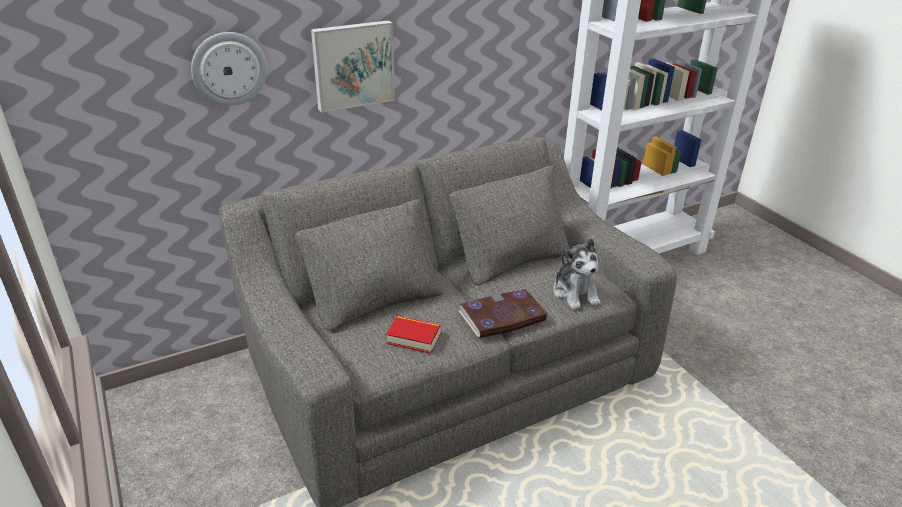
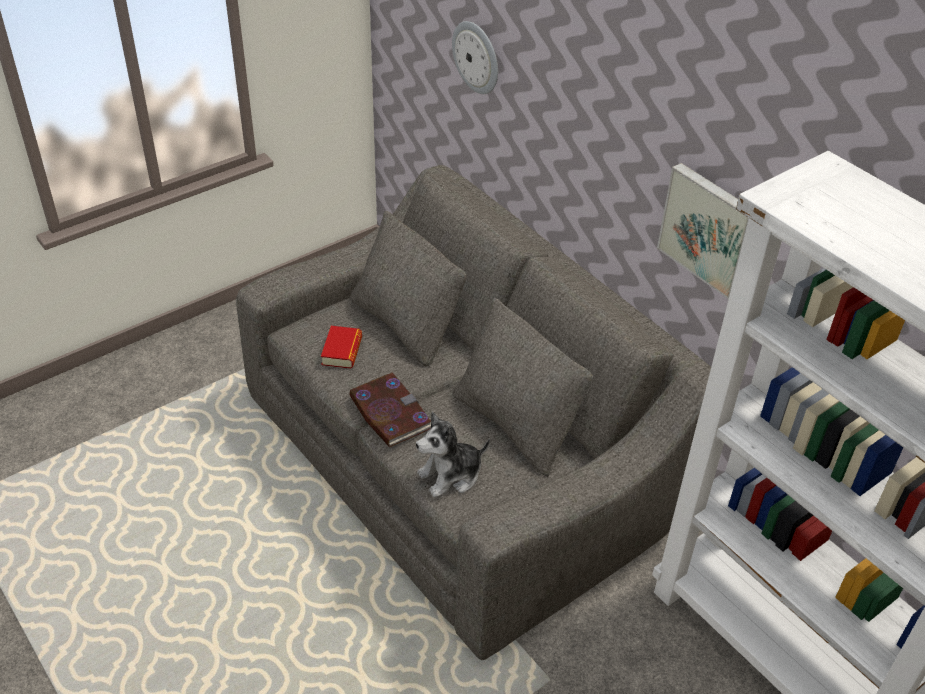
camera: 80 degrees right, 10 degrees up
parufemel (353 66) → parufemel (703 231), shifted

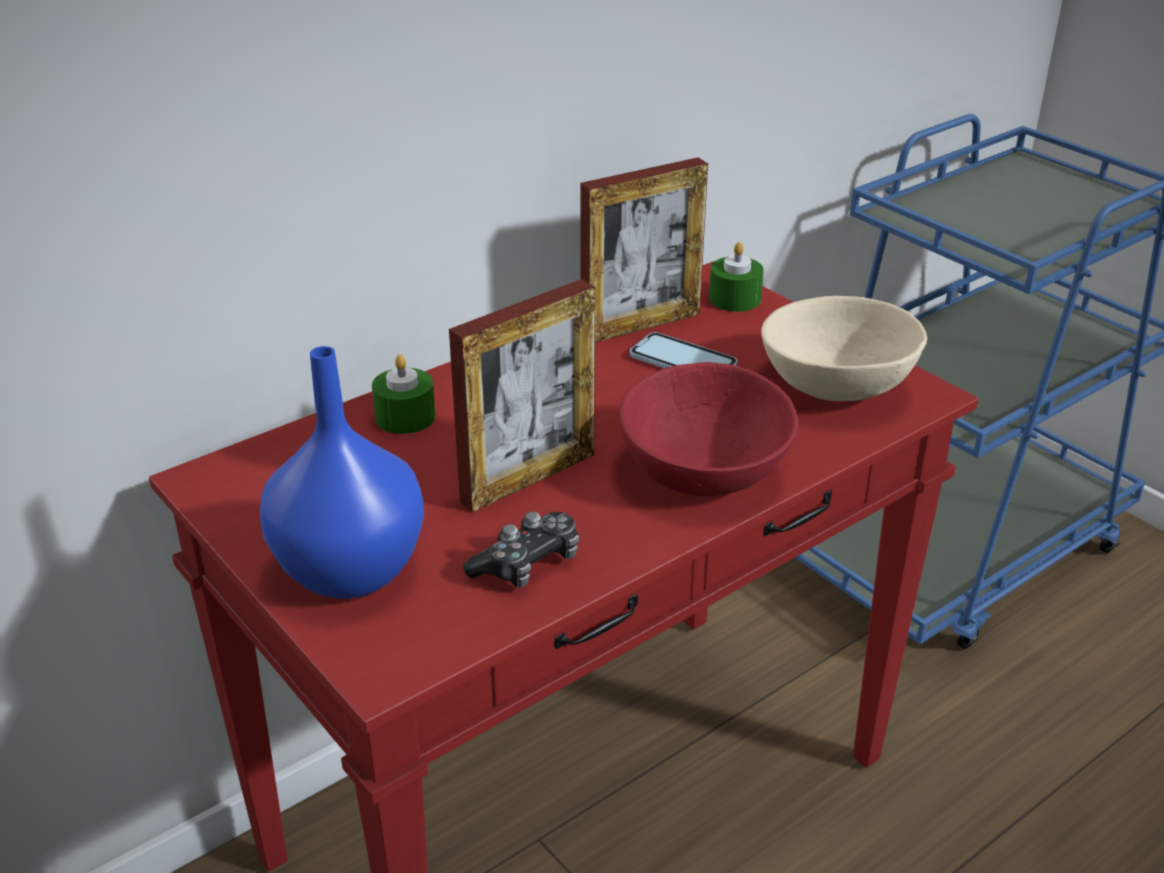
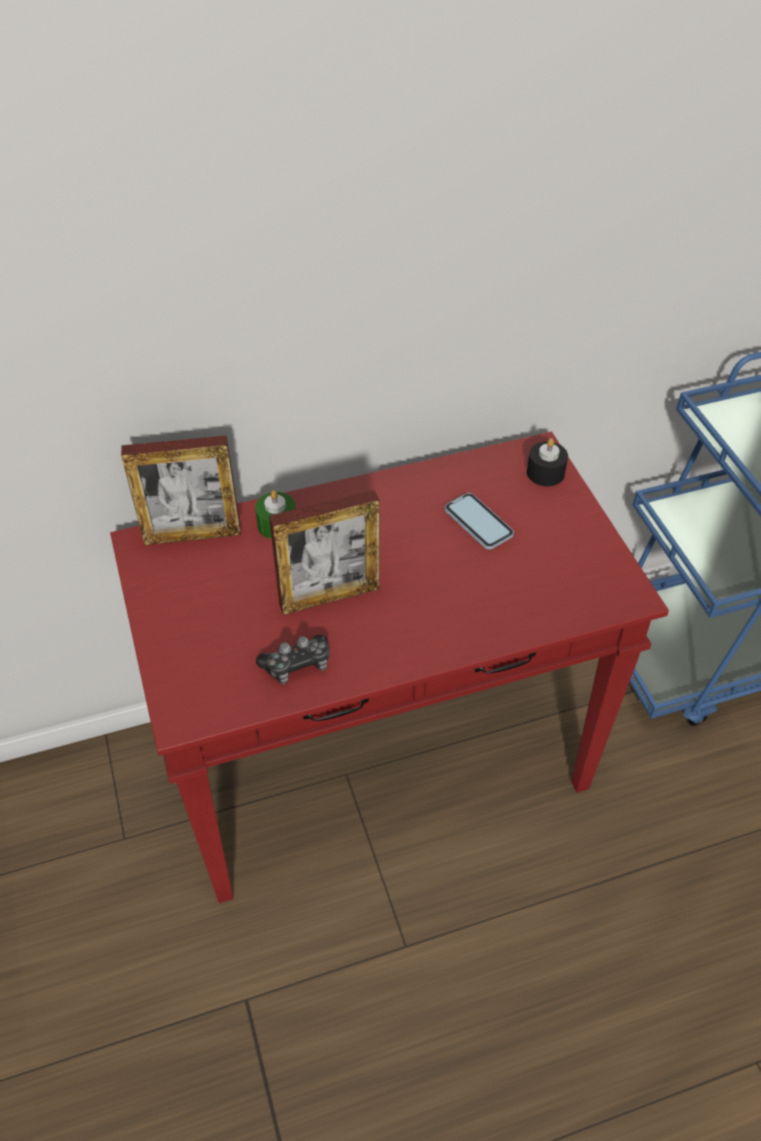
camera: 20 degrees right, 15 degrees up
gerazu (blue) (342 472) → -
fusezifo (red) (708 429) → -
fusezifo (beige) (844 348) → -
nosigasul (644 250) → nosigasul (181 490), shifted
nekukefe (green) (736 277) → nekukefe (black) (547 462)

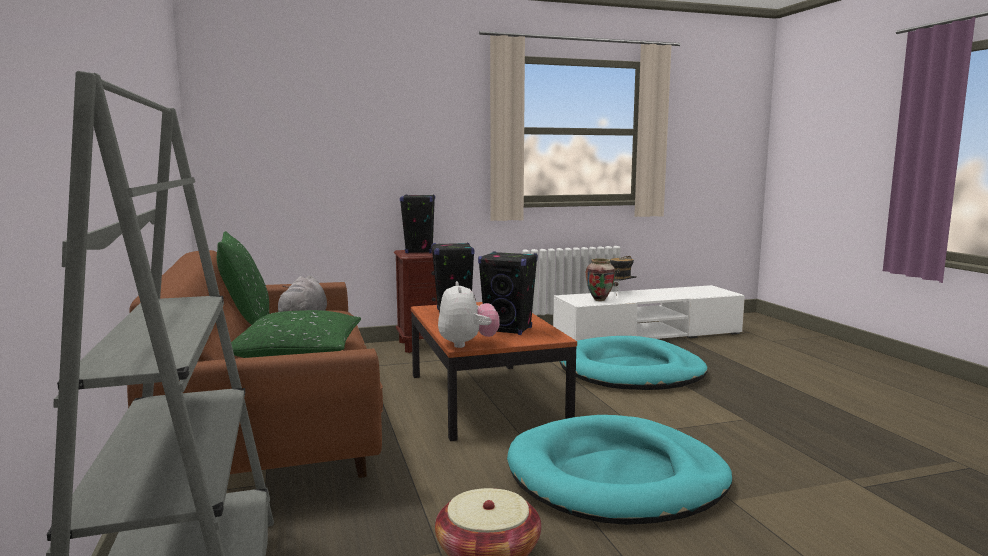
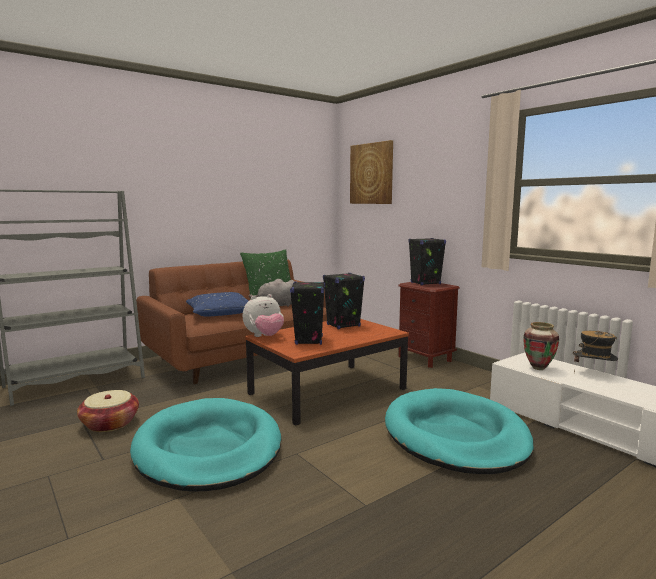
camera: 70 degrees right, 0 degrees up
- → parufemel (371 172)
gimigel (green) (296 334) → gimigel (blue) (217 304)

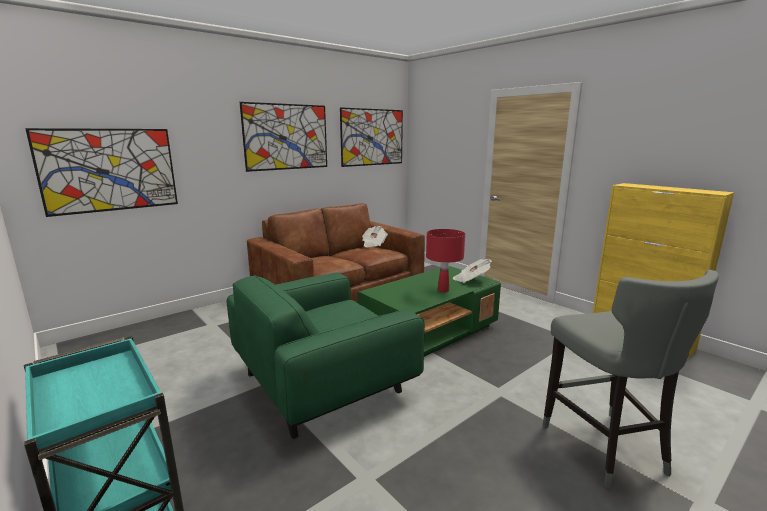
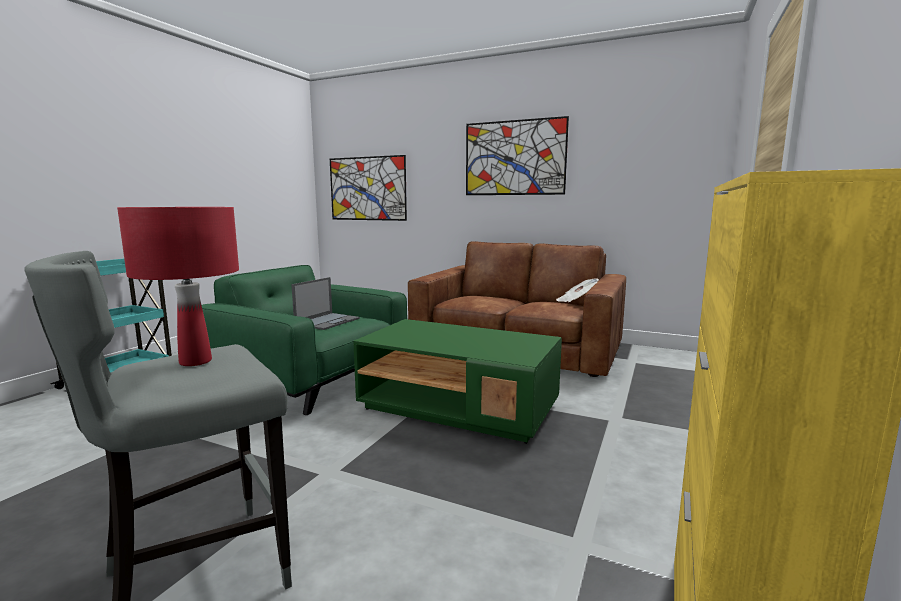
camera: 65 degrees right, 5 degrees down
parufemel (371 137) → -
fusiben (472 271) → -
- → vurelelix (325 303)
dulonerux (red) (445 260) → dulonerux (red) (178 286), shifted

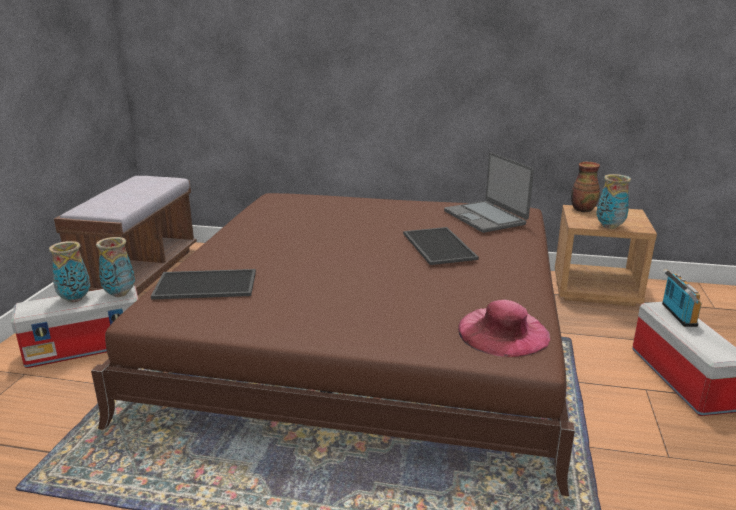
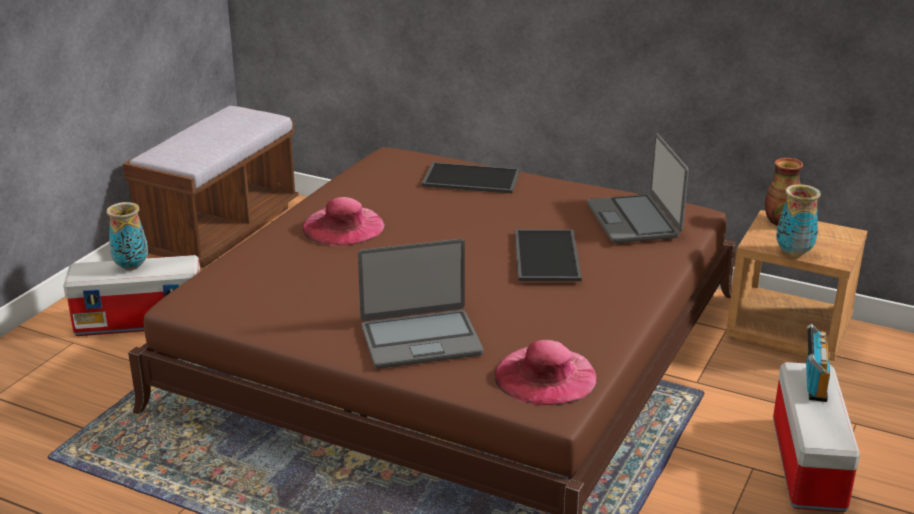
camera: 15 degrees right, 5 degrees up
gerazu (115 267) → -
- → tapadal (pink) (343 221)
- → vurelelix (420 304)
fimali (203 284) → fimali (471 178), shifted

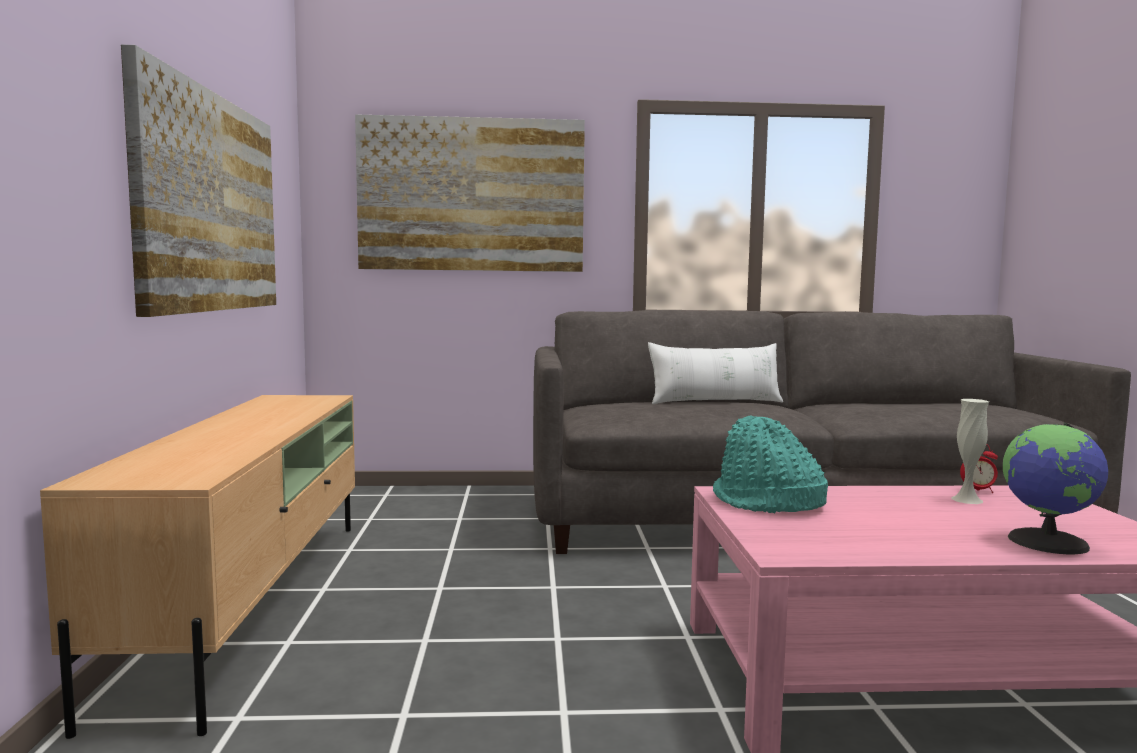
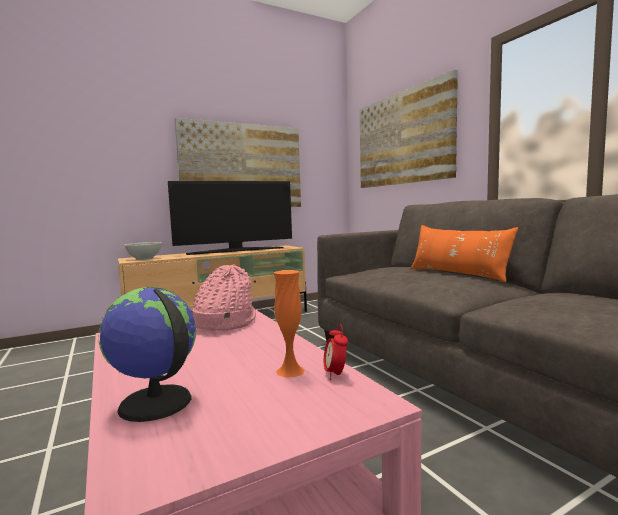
camera: 65 degrees right, 0 degrees up
- → fusezifo (white) (143 251)
- → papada (230 218)
gimigel (white) (715 373) → gimigel (orange) (464 253)
tapadal (turquoise) (770 464) → tapadal (pink) (224 297)
gerazu (white) (970 451) → gerazu (orange) (289 323)

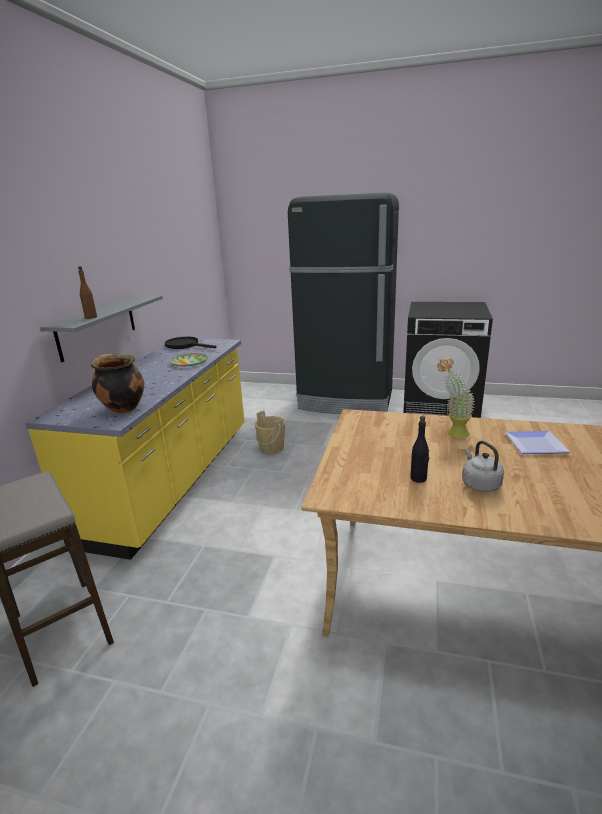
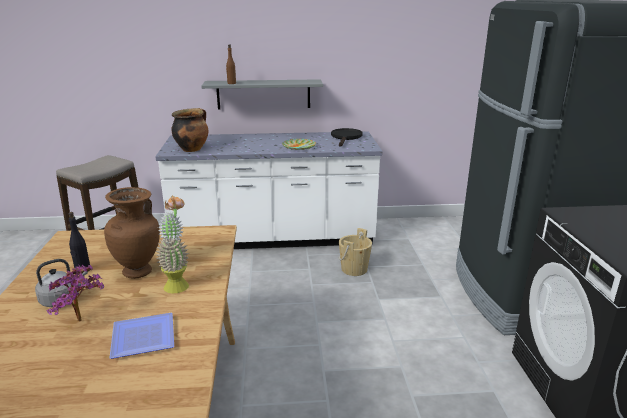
camera: 70 degrees right, 0 degrees up
- → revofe (75 293)
- → gerazu (brown) (132 233)
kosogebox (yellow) (134 449) → kosogebox (white) (268 190)

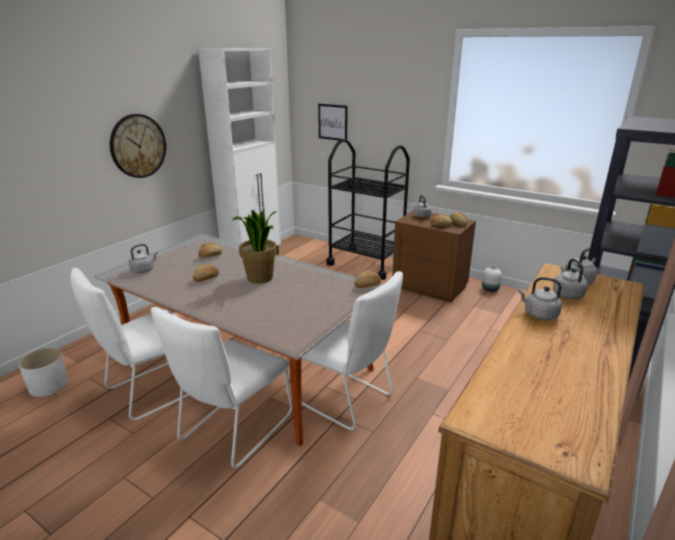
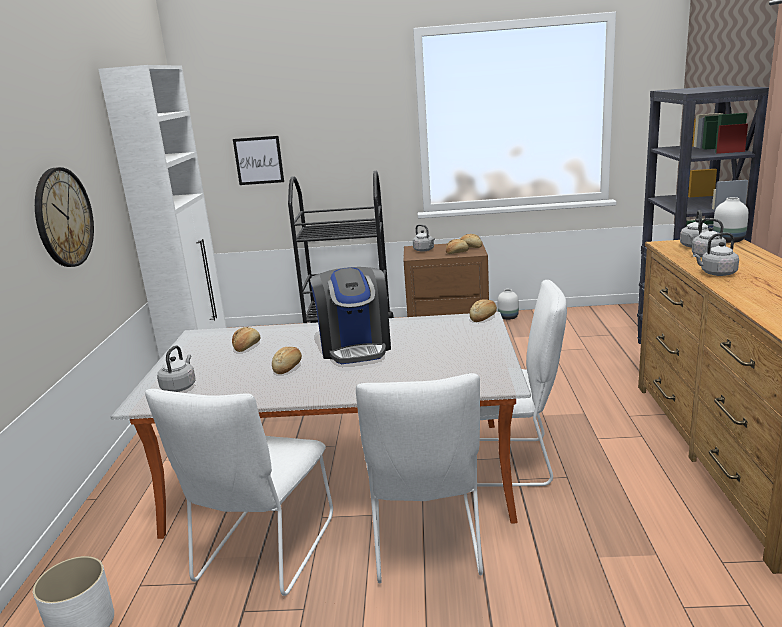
camera: 30 degrees left, 5 degrees down
- → gerazu (white) (731 220)
revofe (254 246) → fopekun (350 315)

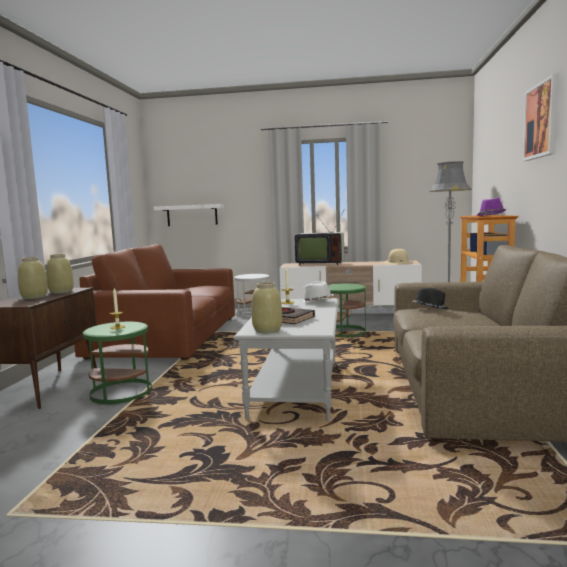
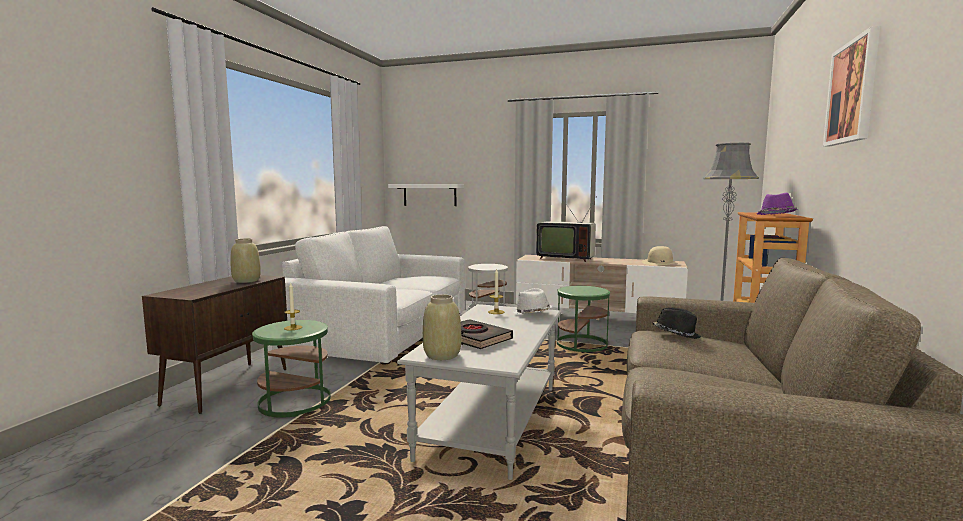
camera: 10 degrees right, 0 degrees up
gerazu (beige) (33 278) → -
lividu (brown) (154 302) → lividu (white) (368 295)

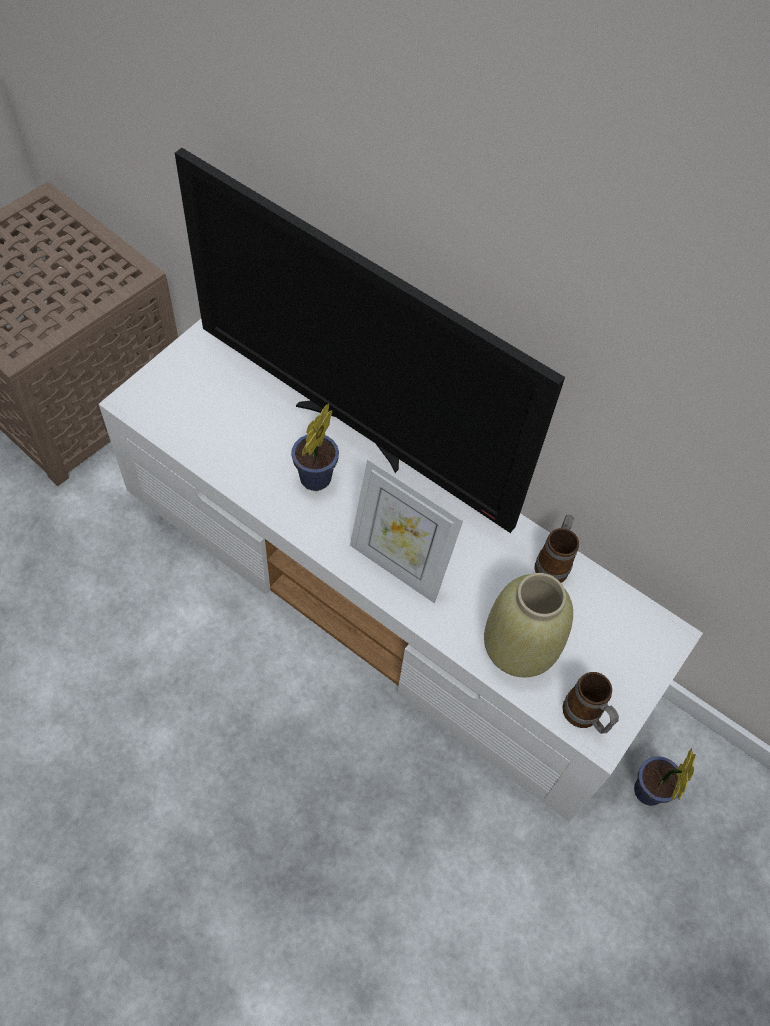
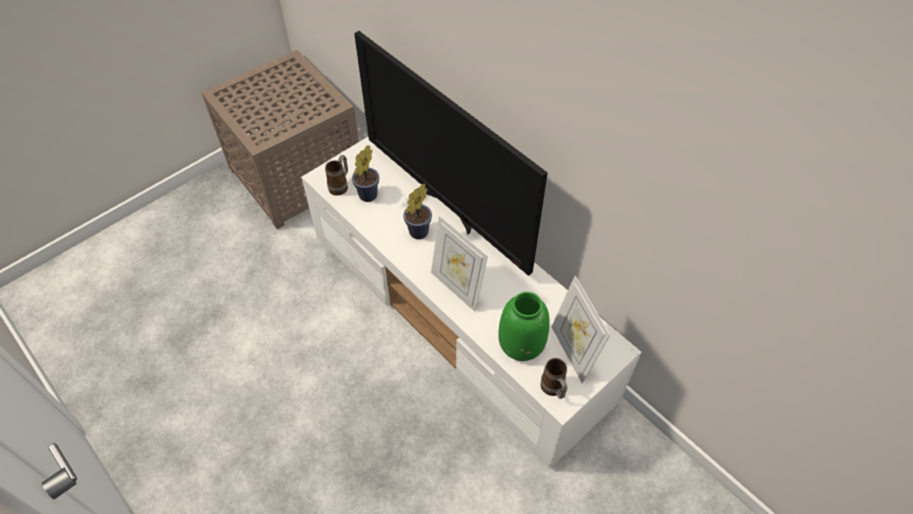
camera: 15 degrees right, 5 degrees down
- → nosigasul (581 329)
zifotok (556 549) → zifotok (336 175), shifted
revofe (665 777) → revofe (365 173), shifted
gerazu (beige) (528 625) → gerazu (green) (524 326)

